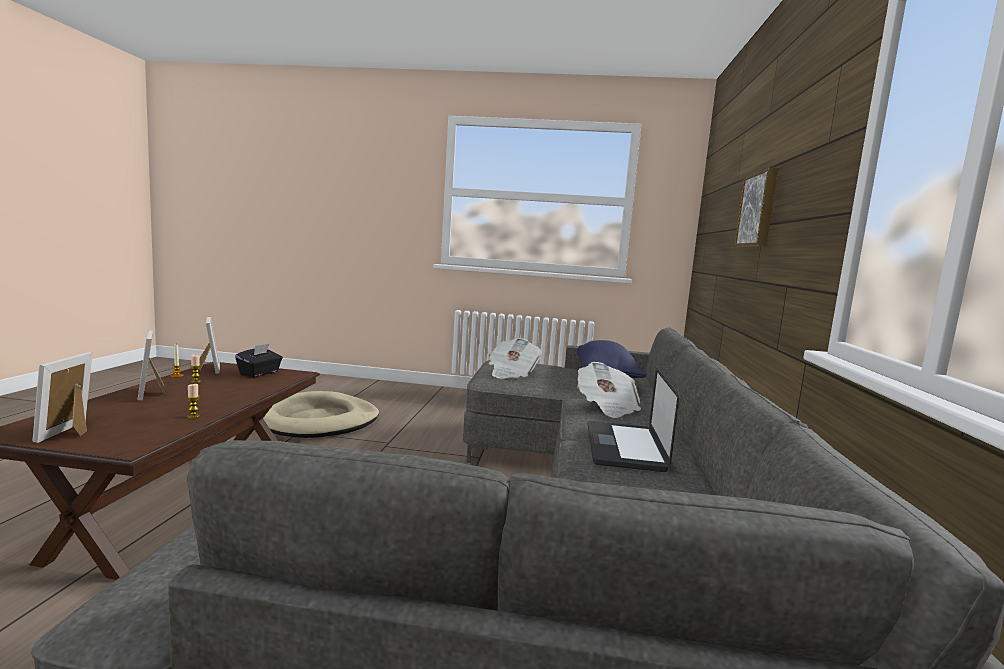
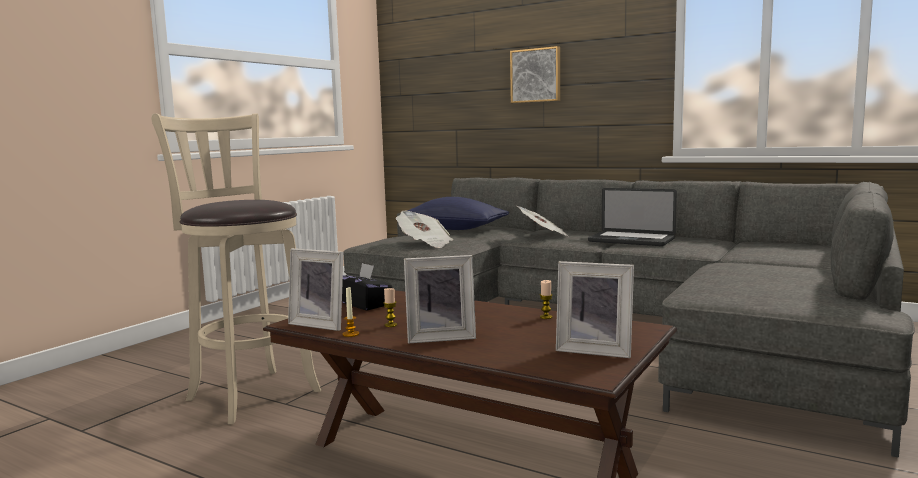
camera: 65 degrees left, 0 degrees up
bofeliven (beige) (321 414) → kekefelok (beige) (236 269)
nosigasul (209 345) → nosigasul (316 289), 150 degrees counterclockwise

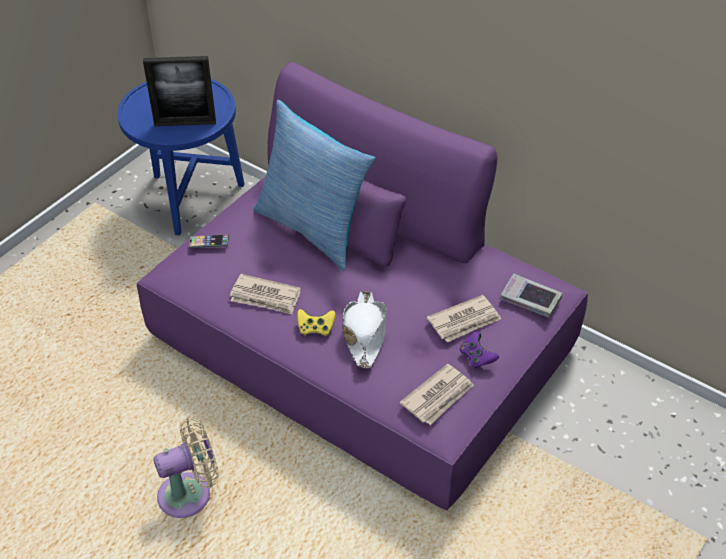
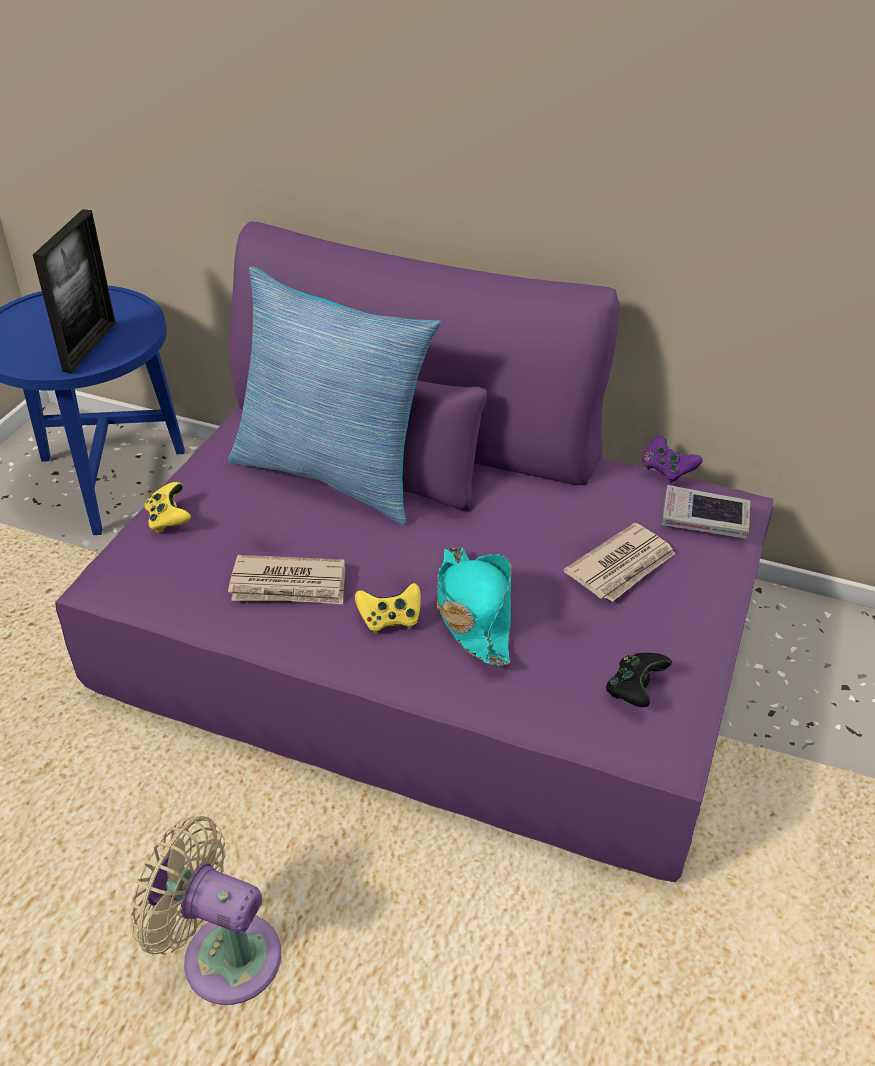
camera: 15 degrees left, 5 degrees down
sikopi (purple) (479 350) → sikopi (purple) (672 459), shifted
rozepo (209 241) → sikopi (yellow) (168 507)
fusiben (436 394) → sikopi (black) (639 680)
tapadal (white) (364 329) → tapadal (turquoise) (473 606)
nosigasul (179 91) → nosigasul (74 291), 60 degrees counterclockwise
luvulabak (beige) (186 467) → luvulabak (beige) (205 910), 120 degrees counterclockwise

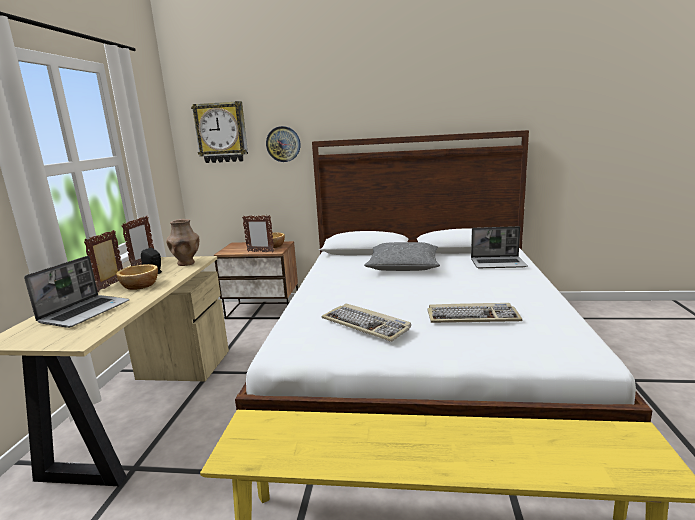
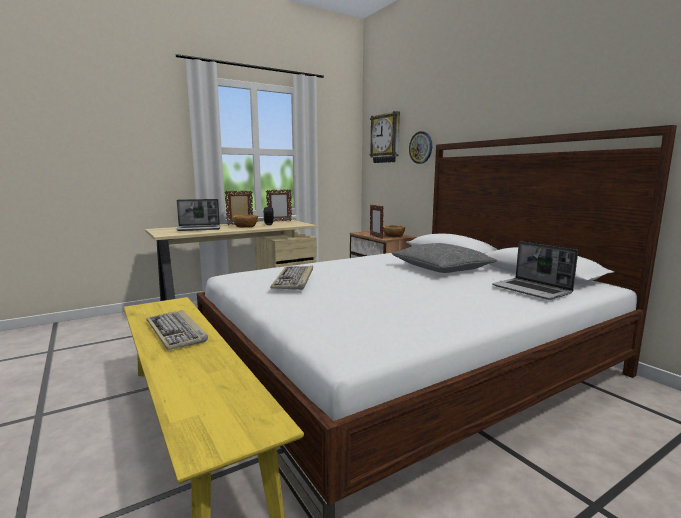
camera: 50 degrees right, 5 degrees down
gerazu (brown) (182 242) → -
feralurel (474 313) → feralurel (177 330), shifted

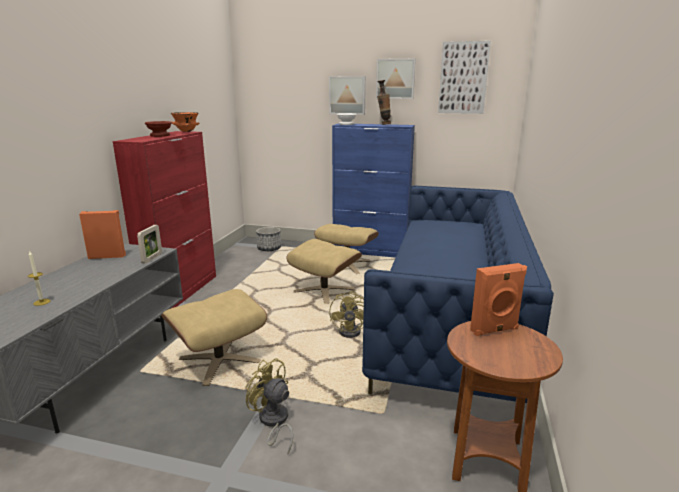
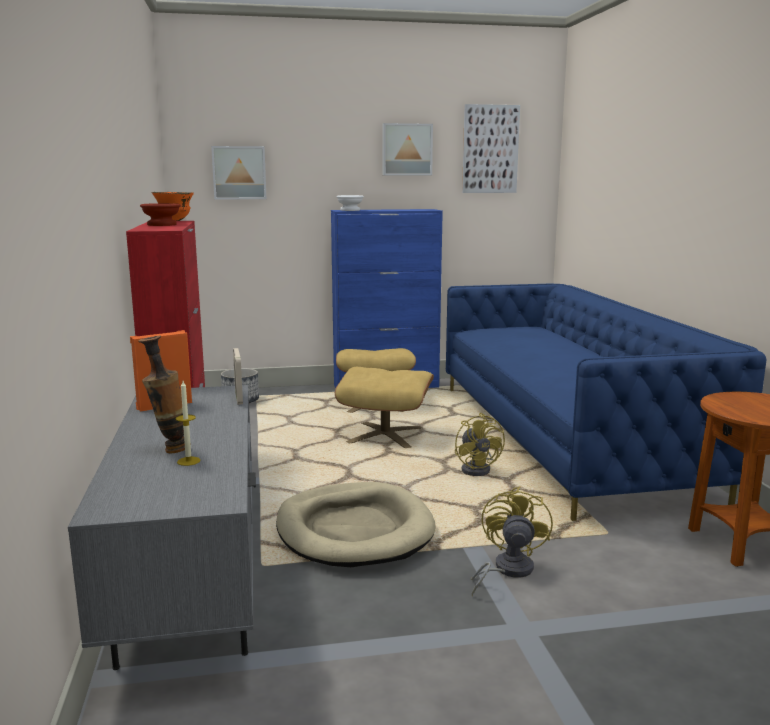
camera: 25 degrees left, 5 degrees down
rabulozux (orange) (498 299) → -
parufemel (347 95) → parufemel (239 173), shifted
gerazu (384 102) → gerazu (161 394), shifted
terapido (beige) (214 337) → bofeliven (beige) (356 524)
luvulabak (yellow) (269 406) → luvulabak (yellow) (512 541), 90 degrees clockwise

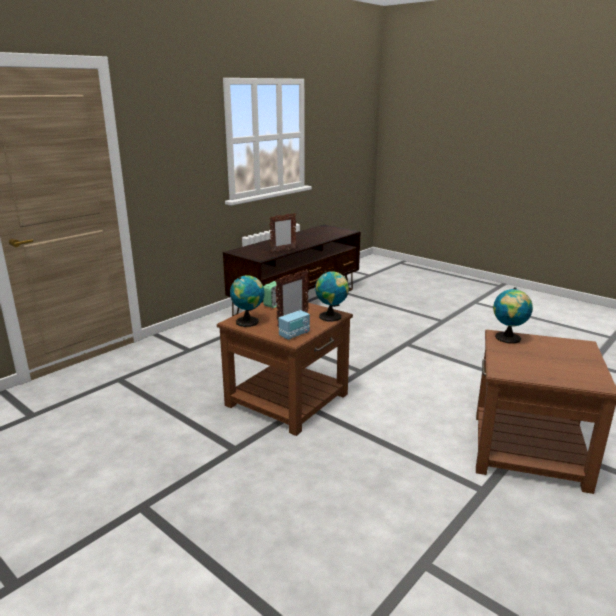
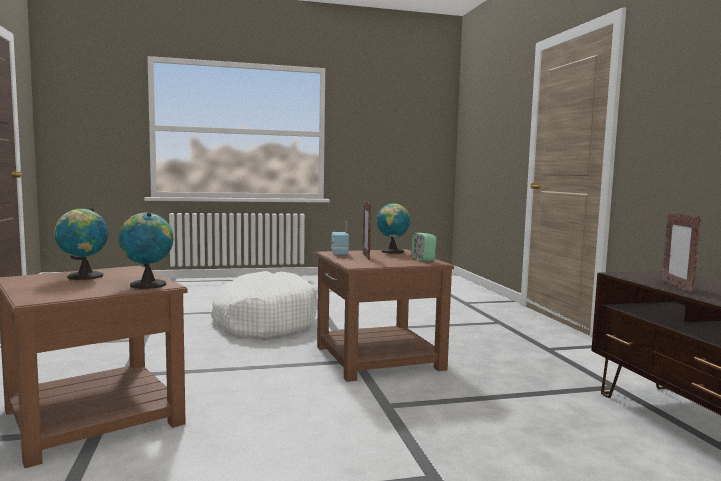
camera: 125 degrees right, 15 degrees down
- → bofeliven (white) (264 304)
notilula (332 296) → notilula (81 244), shifted

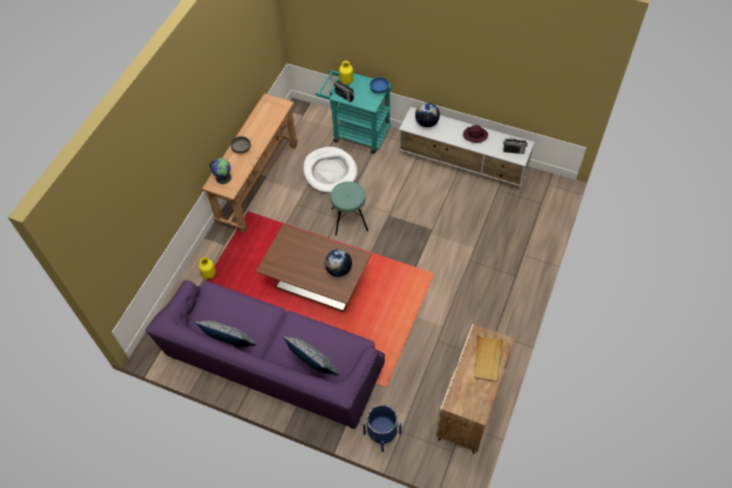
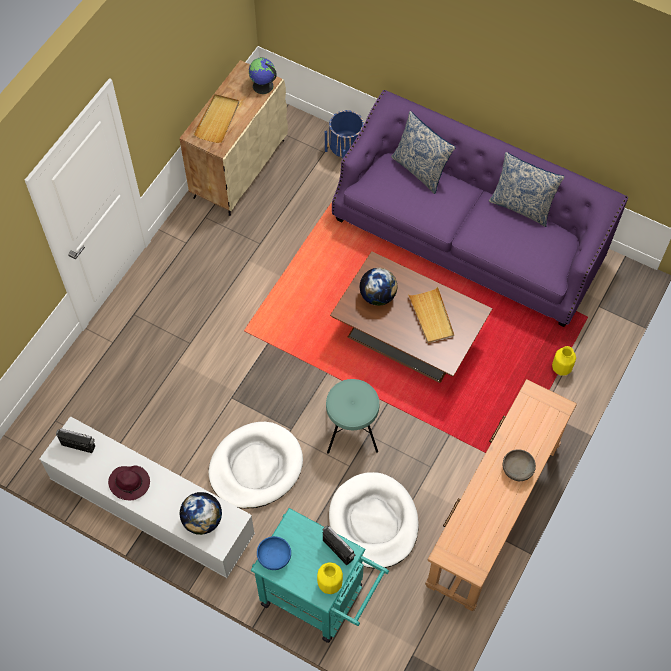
camera: 175 degrees left, 5 degrees up
- → bofeliven (white) (255 465)
- → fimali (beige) (431 315)
notilula (220 171) → notilula (263 75), shifted

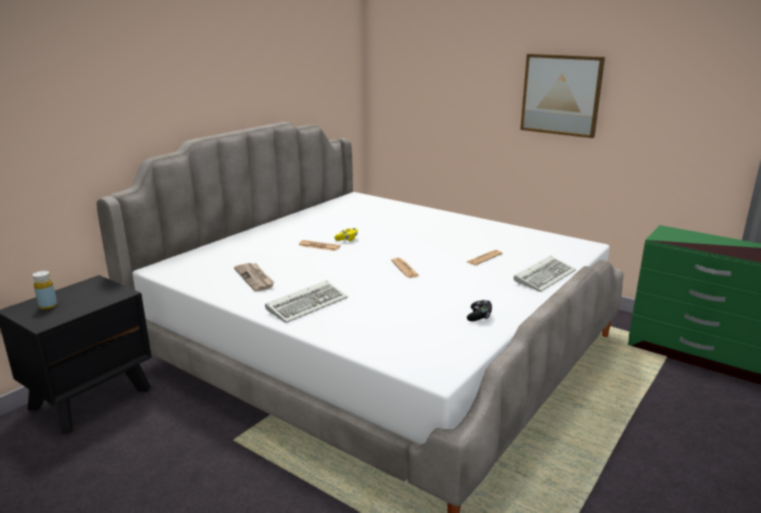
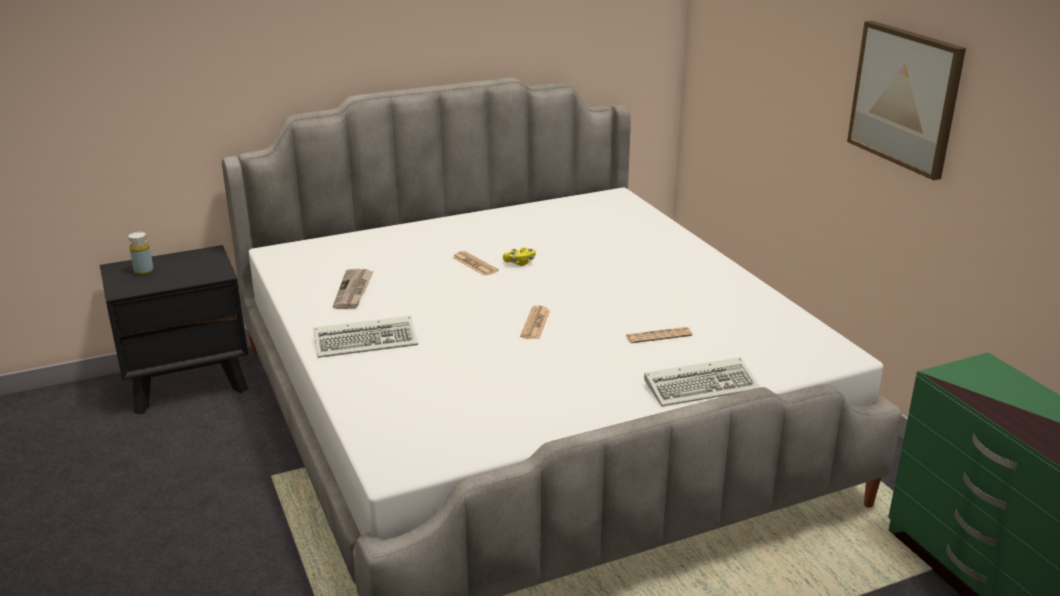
camera: 30 degrees right, 5 degrees up
sikopi (black) (479 310) → -

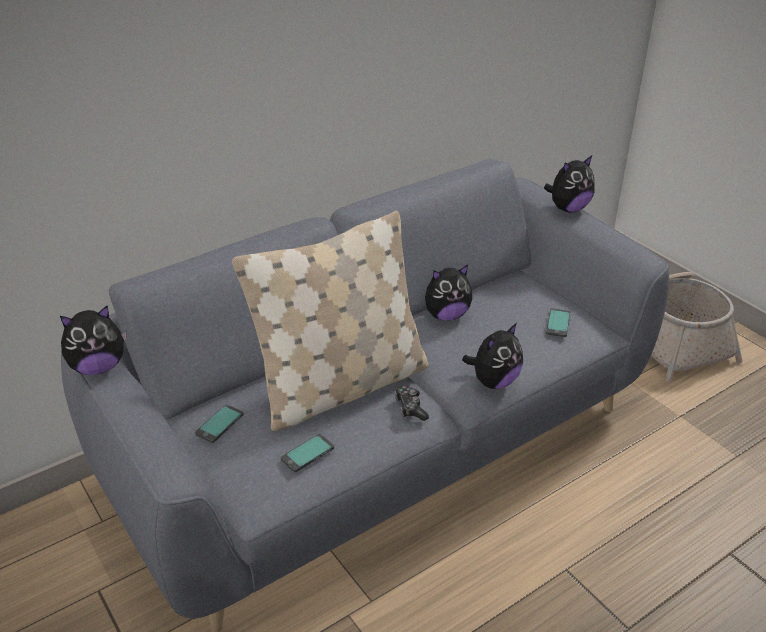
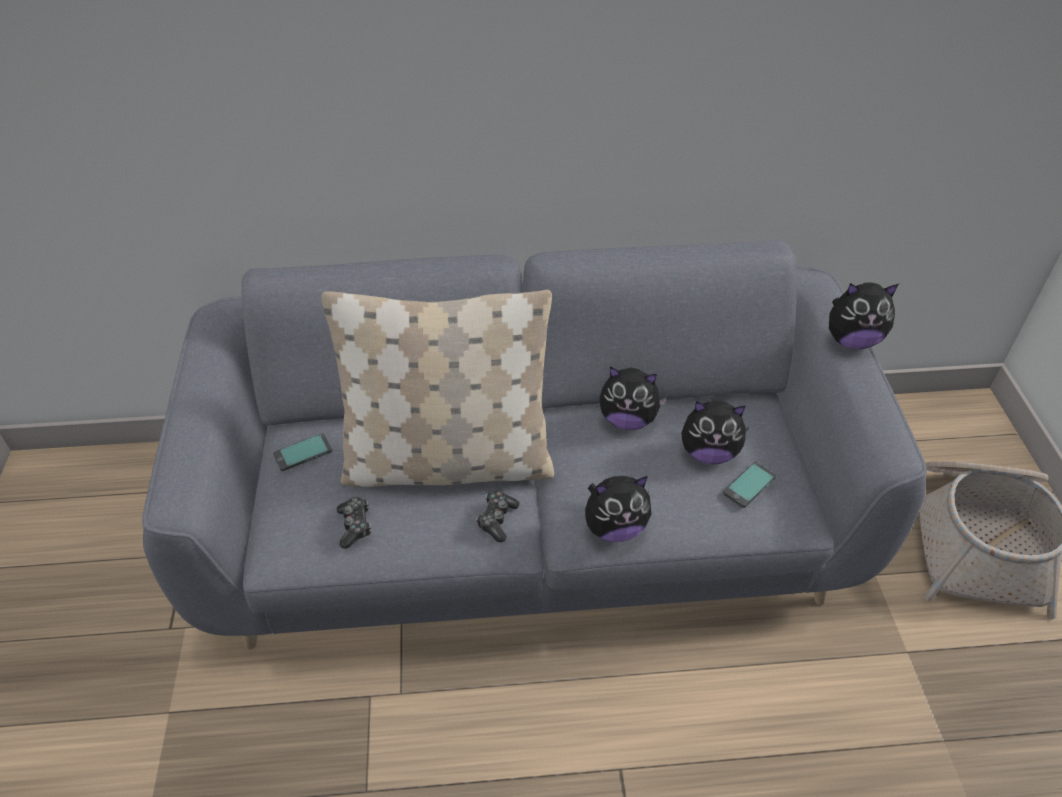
camera: 30 degrees right, 10 degrees up
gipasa (93 340) → gipasa (715 432), shifted
rozepo (307 453) → sikopi (354 522)

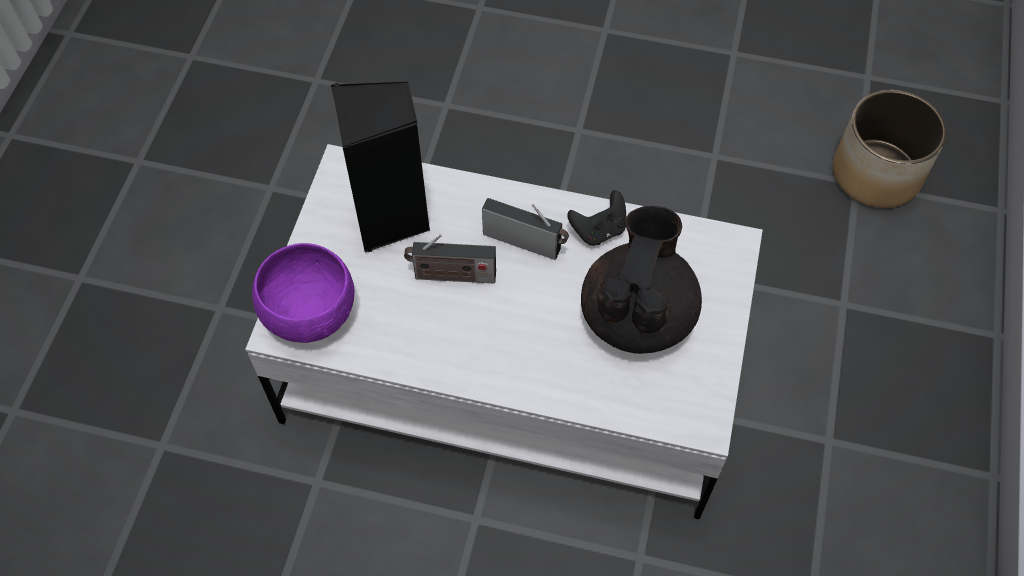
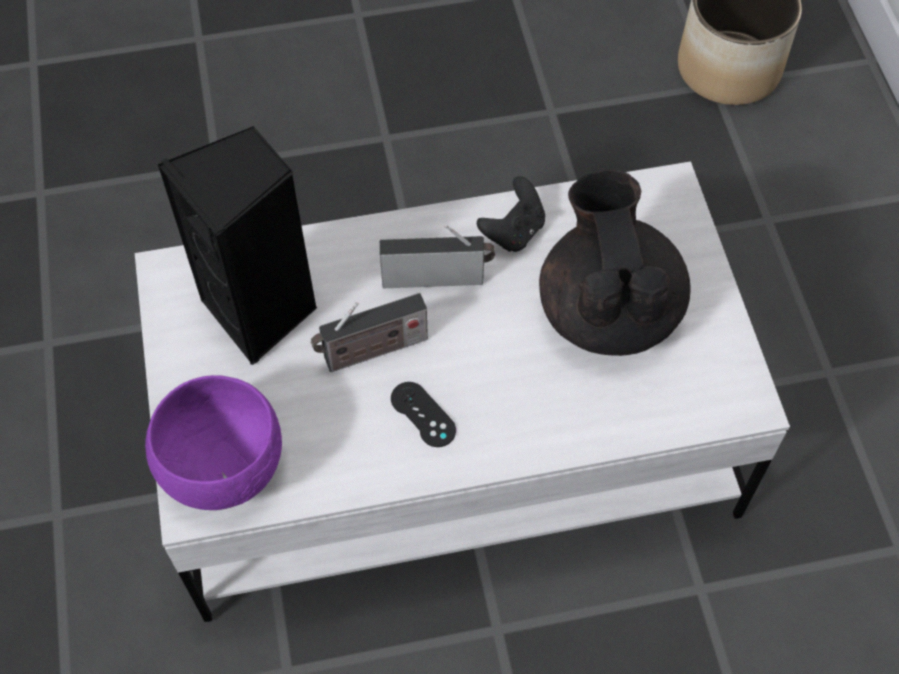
camera: 25 degrees left, 0 degrees up
- → sikopi (black) (423 414)

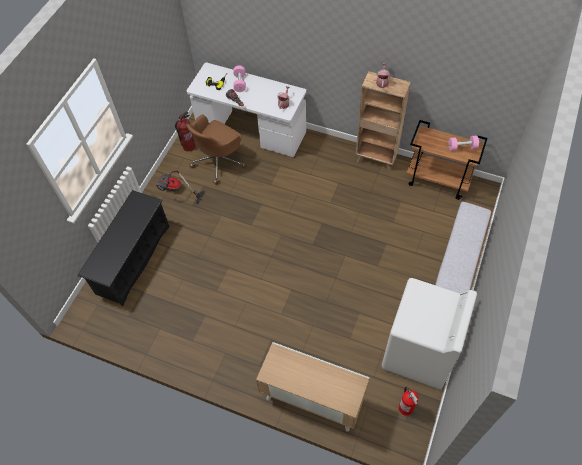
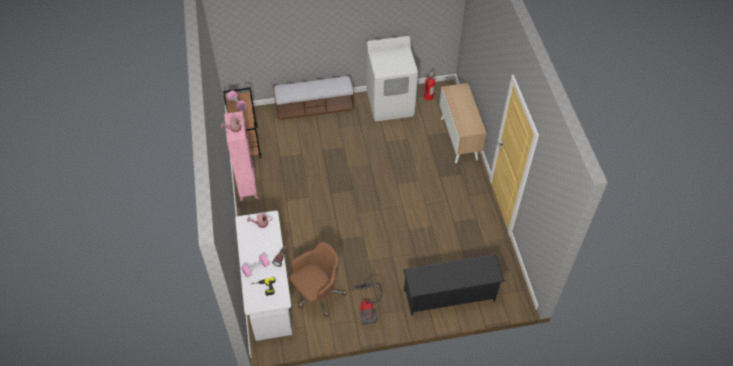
camera: 125 degrees left, 5 degrees down
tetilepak (185 131) → -
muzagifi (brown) (383 121) → muzagifi (pink) (241 156)
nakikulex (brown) (216 149) → nakikulex (brown) (318 279), 45 degrees counterclockwise

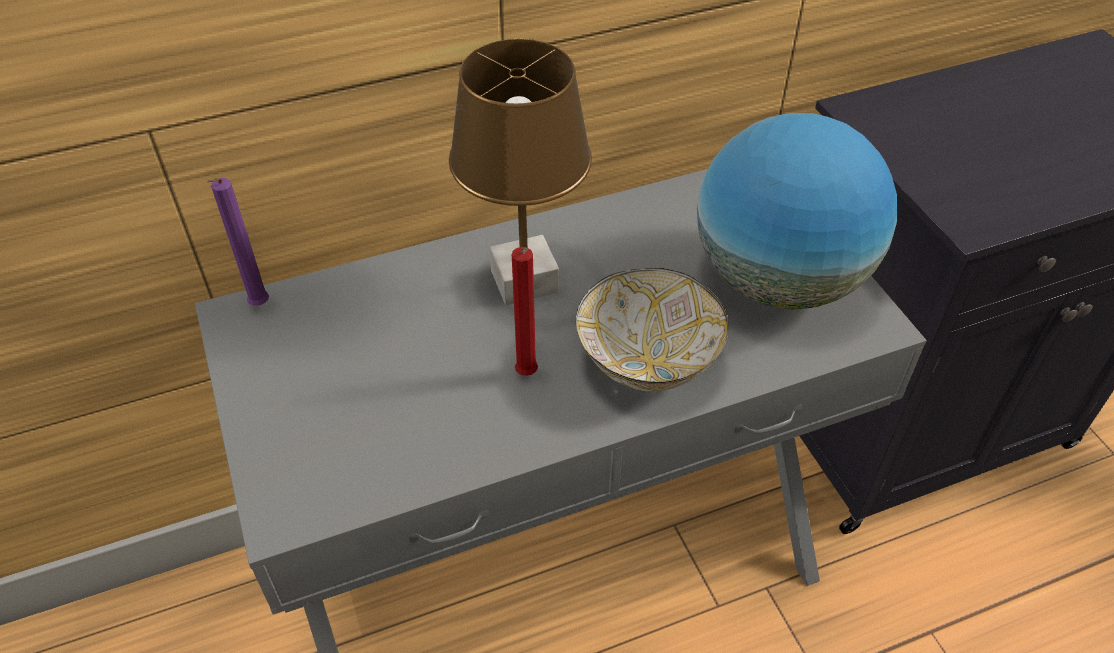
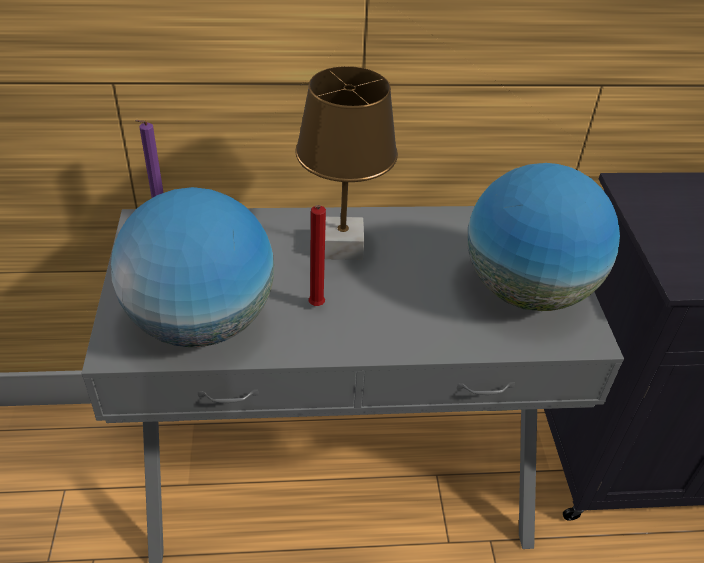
camera: 15 degrees right, 5 degrees down
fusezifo (652 329) → -
- → notilula (192 267)

